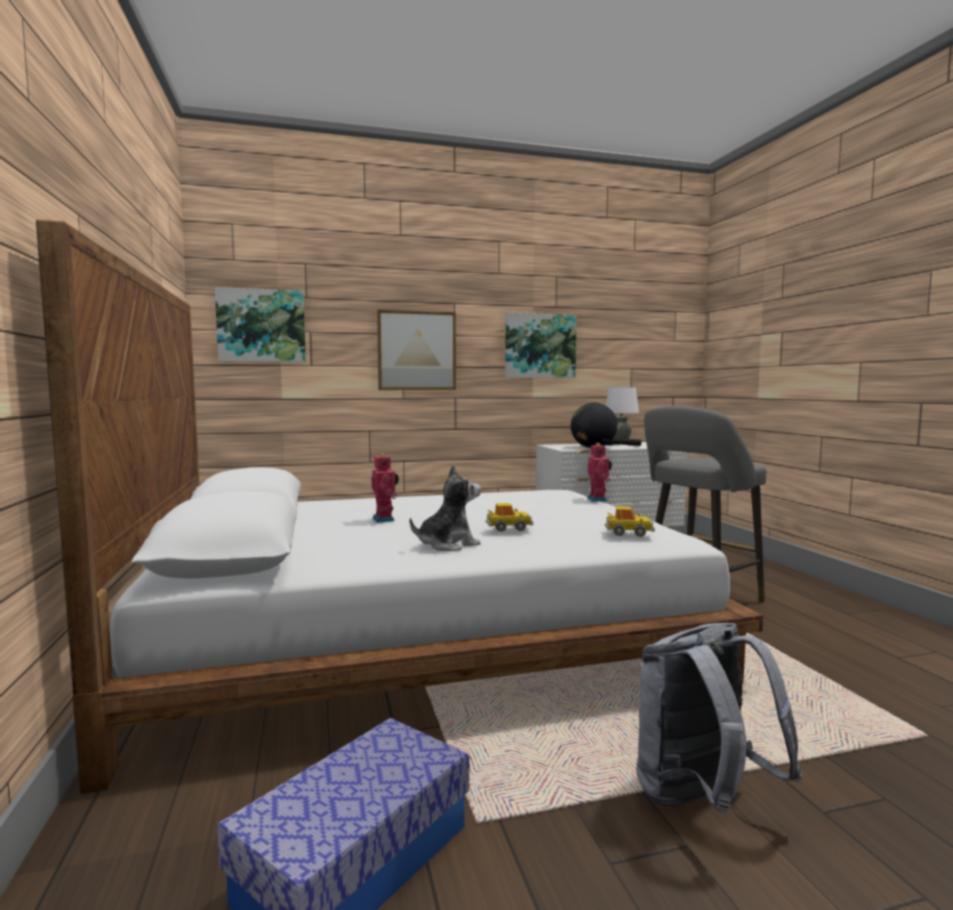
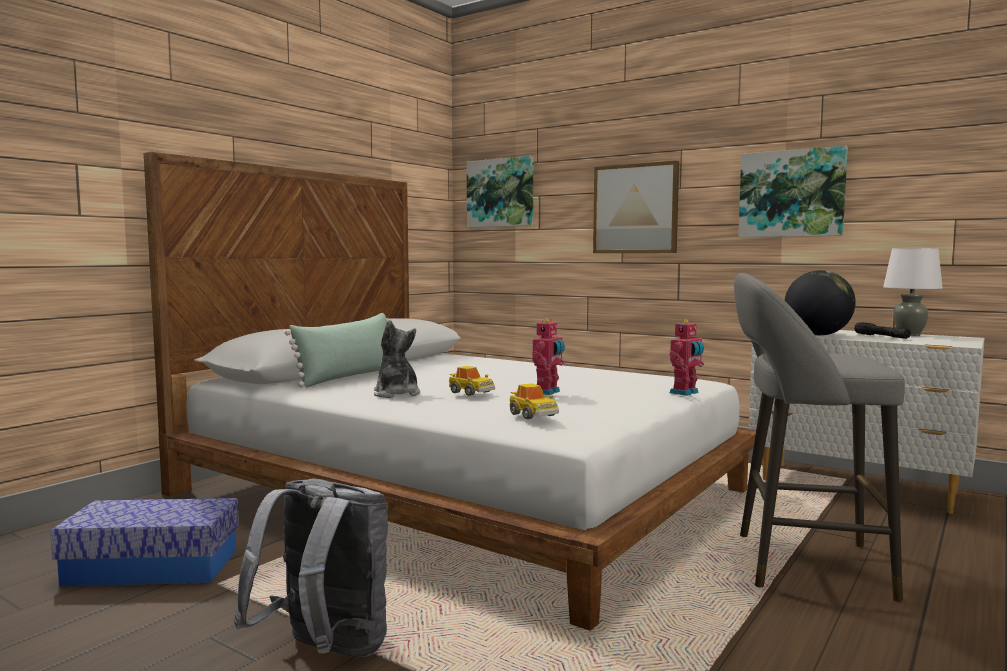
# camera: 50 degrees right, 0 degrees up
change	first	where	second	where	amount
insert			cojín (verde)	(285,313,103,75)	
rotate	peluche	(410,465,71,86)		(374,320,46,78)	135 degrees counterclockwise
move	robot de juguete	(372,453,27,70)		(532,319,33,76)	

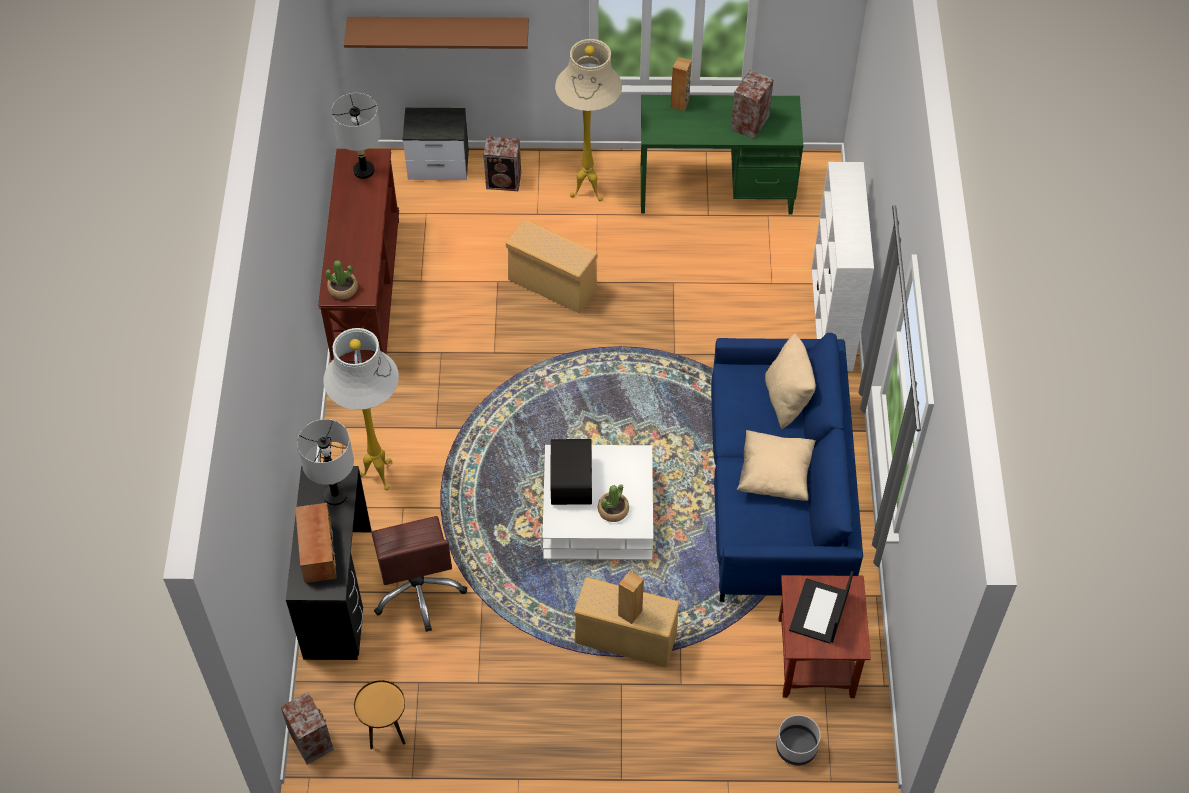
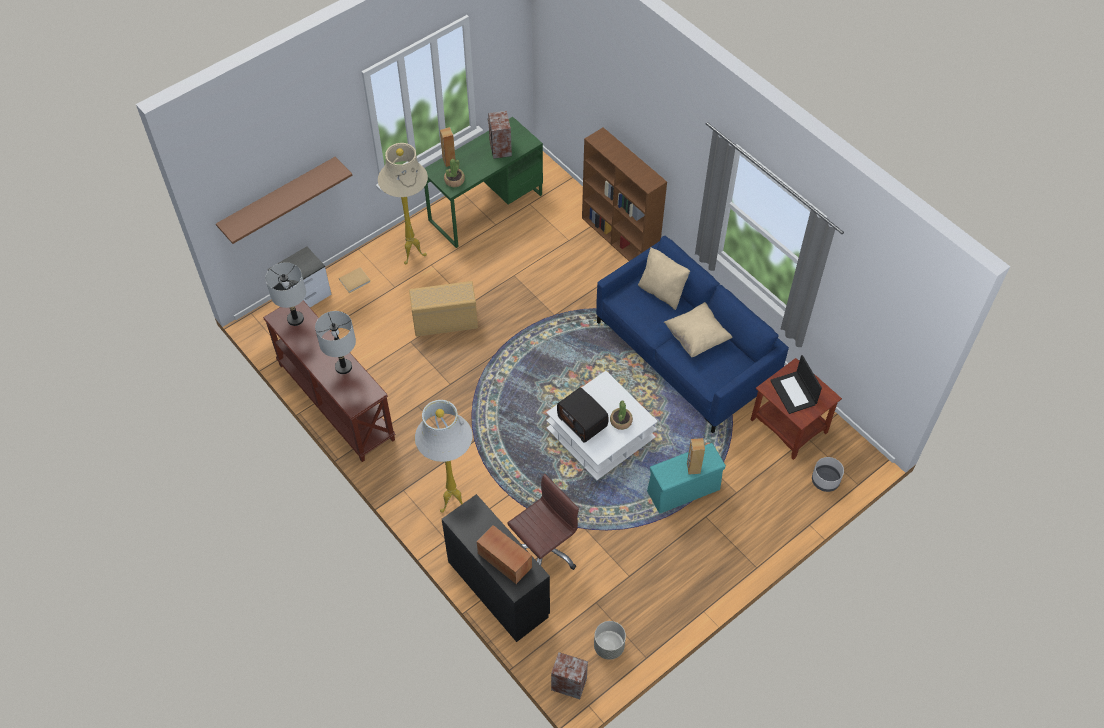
# camera: 40 degrees left, 0 degrees up
change	first	where	second	where	amount
move	lámpara de mesa (gris)	(297,419,57,87)		(315,311,41,63)	
replace	altavoz	(484,136,37,55)	libro (beis)	(339,267,31,26)	
move	planta en maceta	(325,260,33,40)		(444,159,21,28)	
rotate	silla de oficina (marrón)	(372,516,95,116)		(507,474,72,96)	75 degrees counterclockwise
recolor	estantería (blanco)	(811,162,63,209)	estantería (marrón)	(582,127,85,134)	
replace	mesa auxiliar (marrón)	(354,680,51,69)	maceta (gris)	(594,621,32,39)	
recolor	caja de almacenaje (beis)	(574,577,106,90)	caja de almacenaje (turquesa)	(647,443,79,71)	

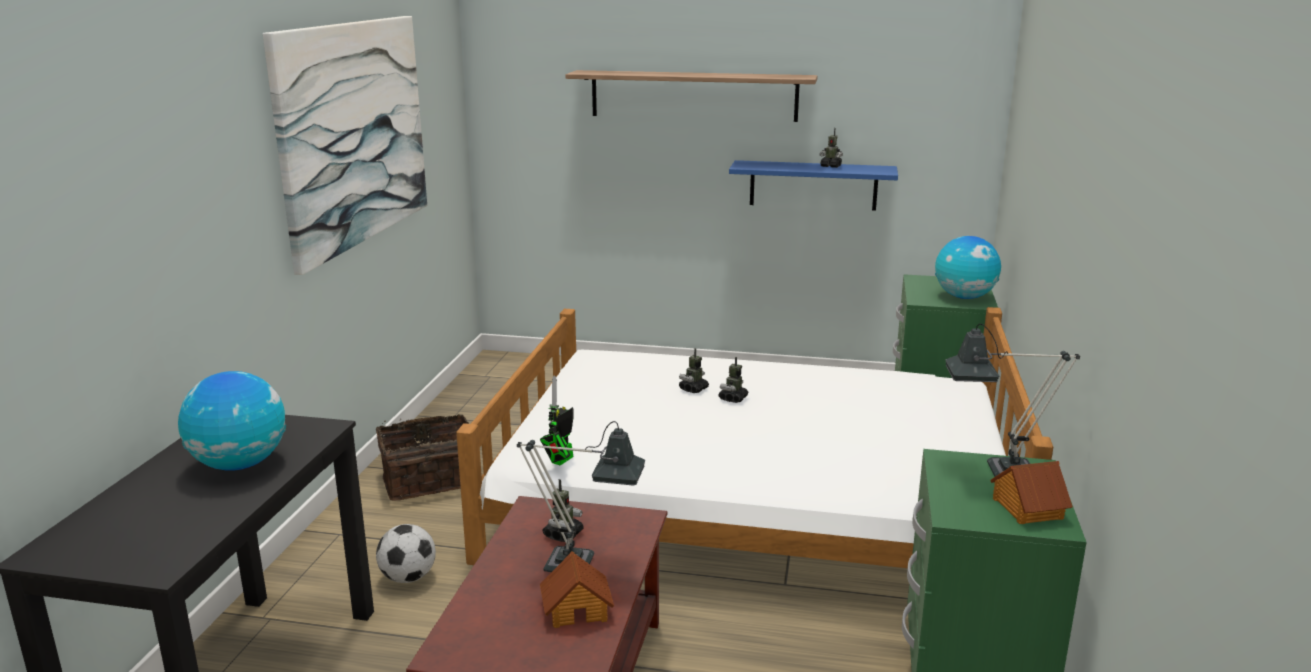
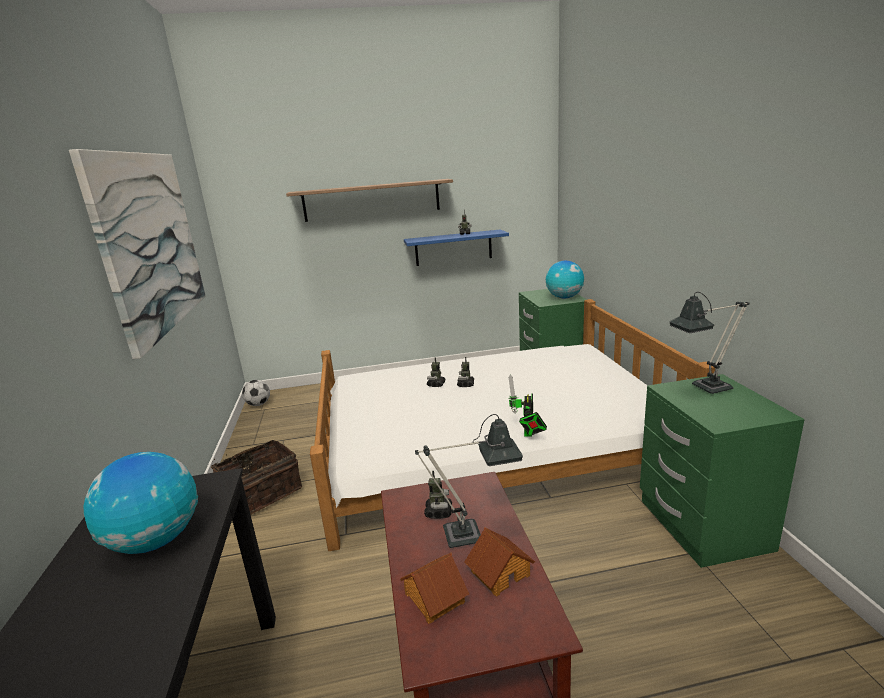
# camera: 20 degrees left, 0 degrees up
change	first	where	second	where	amount
move	balón de fútbol	(376,524,60,59)		(242,380,28,26)	
move	casita	(991,461,82,63)		(400,553,69,71)	
move	robot de juguete	(540,375,34,91)		(508,375,39,62)	

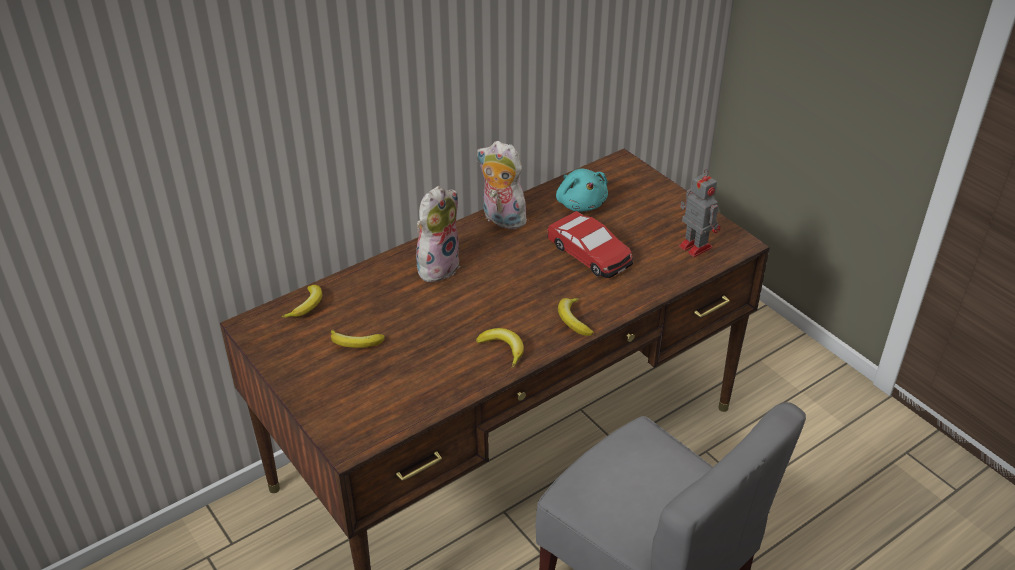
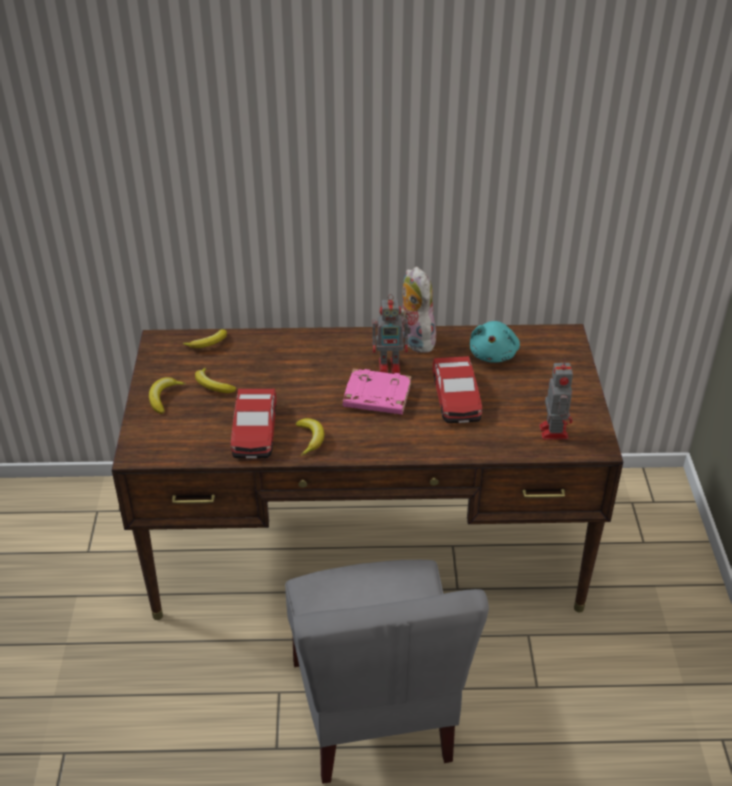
# camera: 35 degrees right, 0 degrees up
change	first	where	second	where	amount
move	plátano	(558,298,35,38)		(149,377,37,37)	
insert			coche de juguete	(231,389,45,69)	
insert			libro (rosa)	(343,369,69,46)	
insert			robot de juguete	(372,294,39,80)	
delete	peluche	(416,186,44,96)			

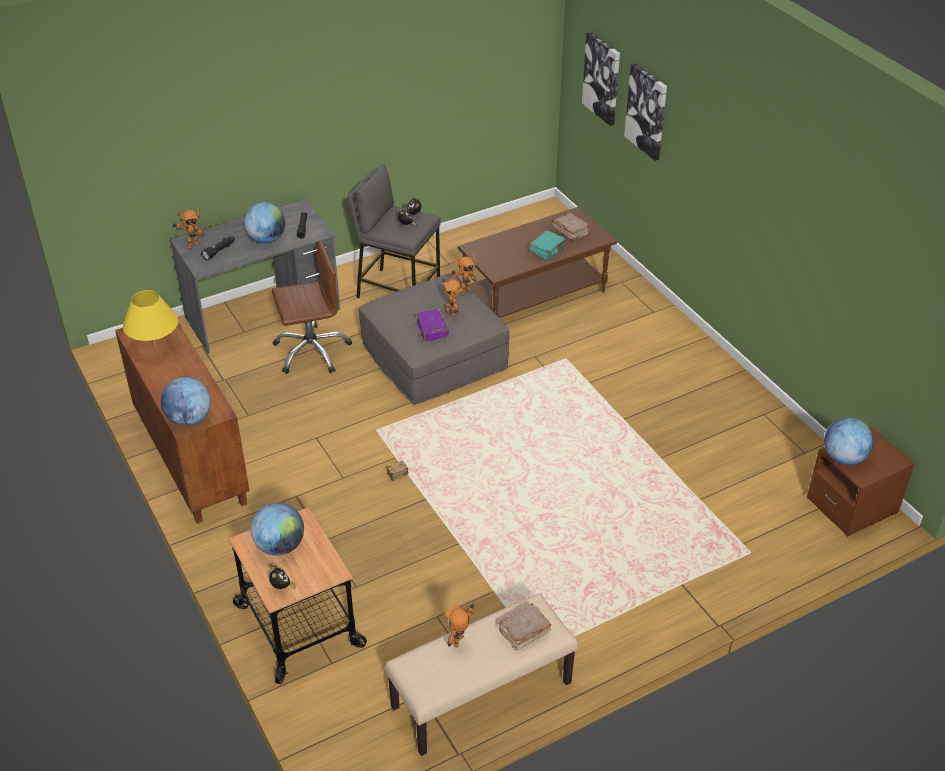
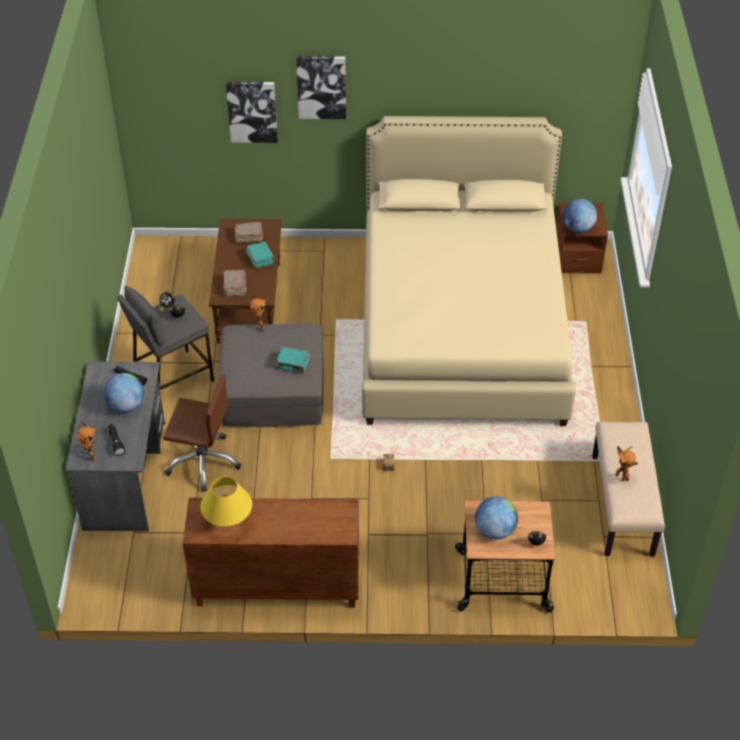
# camera: 60 degrees left, 5 degrees up
change	first	where	second	where	amount
rotate	silla de oficina (marrón)	(272,240,80,134)		(163,375,78,117)	90 degrees clockwise
move	libro (marrón)	(498,603,53,47)		(223,270,23,27)	
recolor	libro (morado)	(416,309,33,32)	libro (turquesa)	(276,347,34,27)	
move	cuadro	(582,32,38,94)		(296,56,50,63)	
insert			cama (beis)	(362,116,214,310)	
delete	globo terráqueo	(161,377,50,49)			
delete	robot de juguete	(442,275,22,41)			

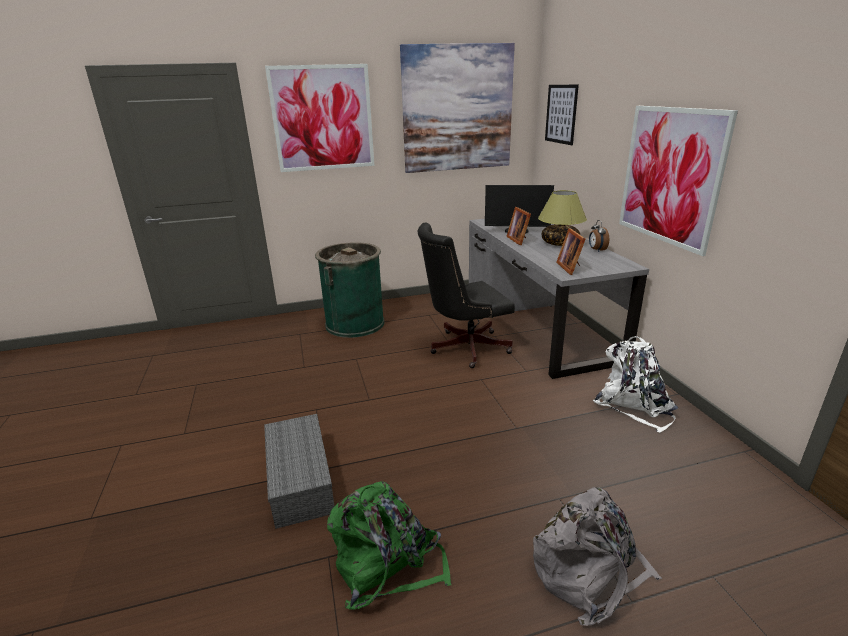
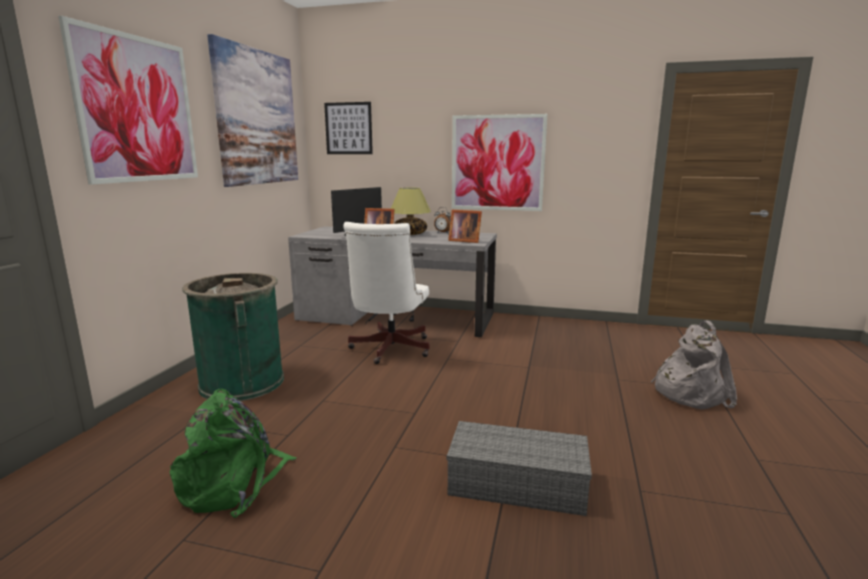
# camera: 60 degrees left, 10 degrees down
change	first	where	second	where	amount
move	mochila (verde)	(327,481,124,129)		(169,389,128,129)	
recolor	silla de oficina (negro)	(417,223,98,145)	silla de oficina (blanco)	(343,222,87,142)	
delete	mochila (blanco)	(593,336,85,97)			

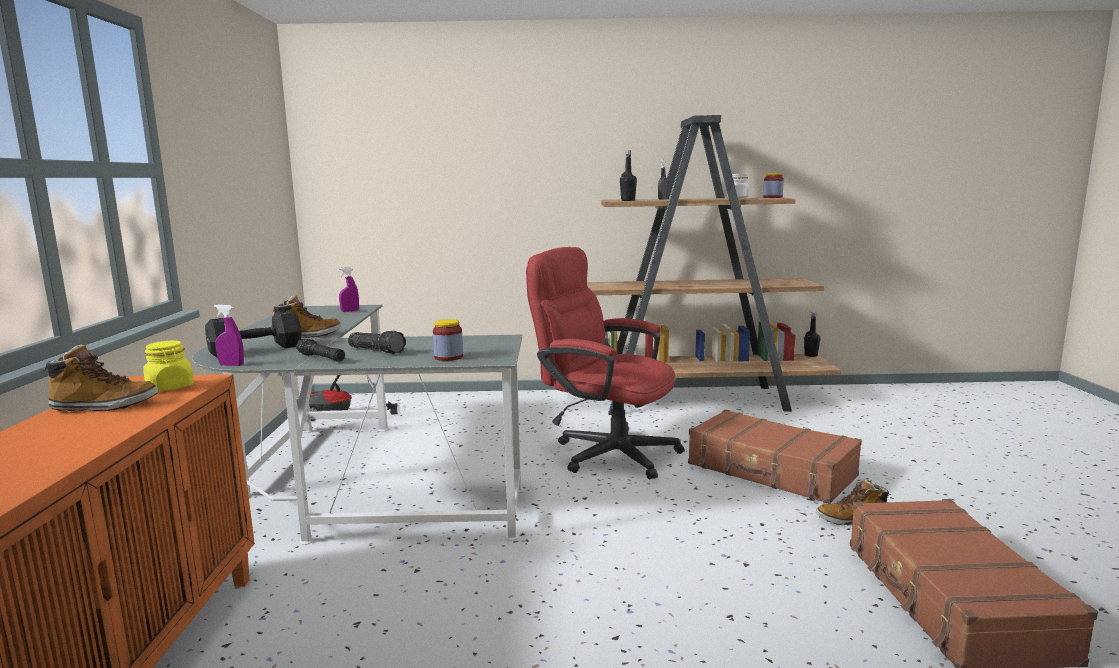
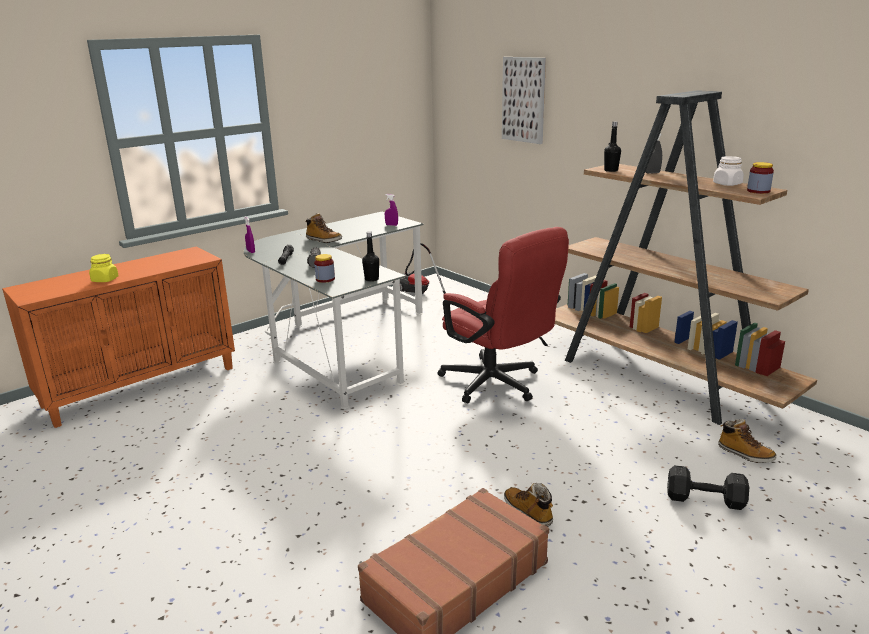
# camera: 50 degrees right, 10 degrees up
change	first	where	second	where	amount
move	tarro (amarillo)	(143,341,51,50)		(89,254,30,28)	
move	botella (negro)	(804,312,16,45)		(362,231,17,51)	
rotate	silla de oficina (rojo)	(526,247,159,233)		(438,227,131,176)	150 degrees clockwise
insert			cuadro	(502,57,44,87)	
move	mancuerna (negro)	(205,310,97,48)		(667,465,82,45)	
move	bota	(43,345,115,66)		(718,419,59,44)	
delete	maleta (marrón)	(688,409,174,95)			

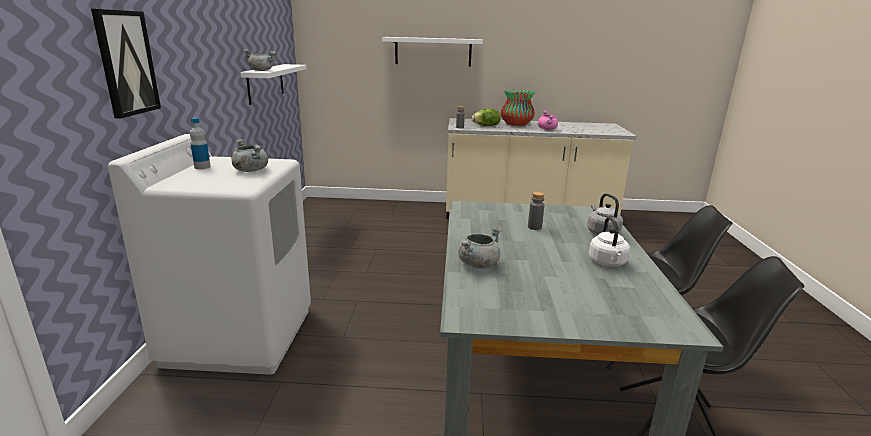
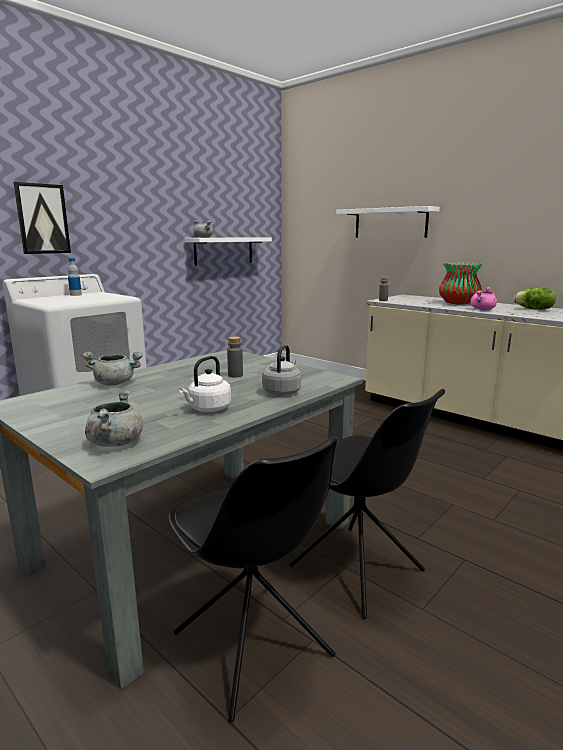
# camera: 40 degrees right, 5 degrees down
change	first	where	second	where	amount
move	olla (gris)	(231,139,37,33)		(85,390,58,57)	
move	lechuga	(472,109,29,17)		(513,287,43,23)	

